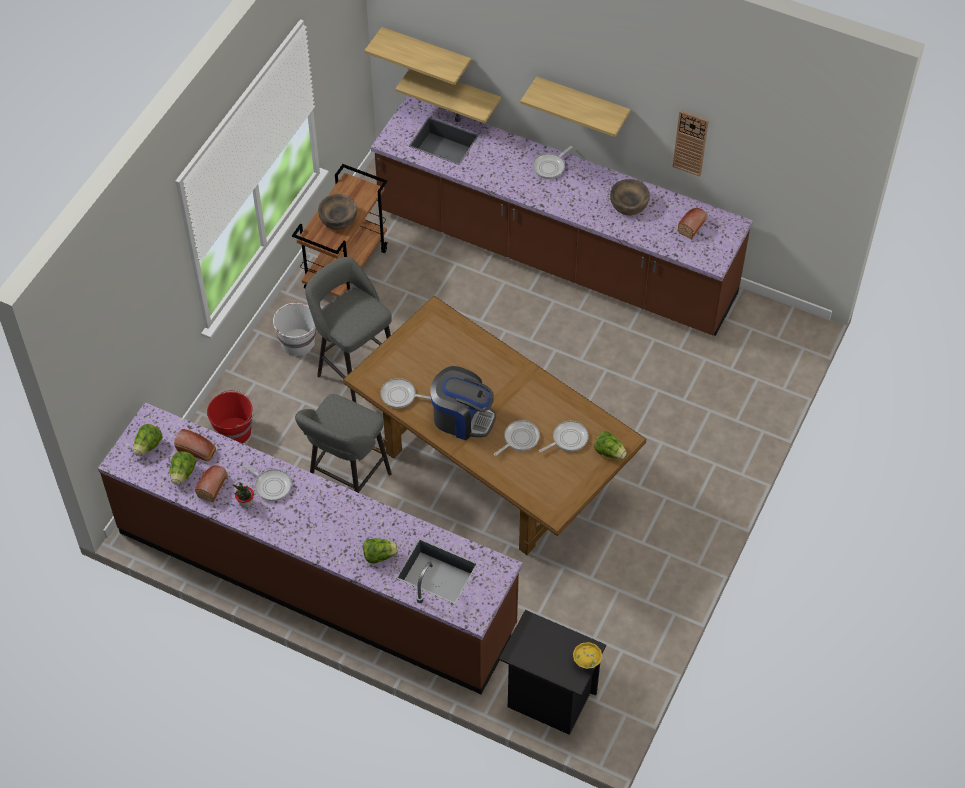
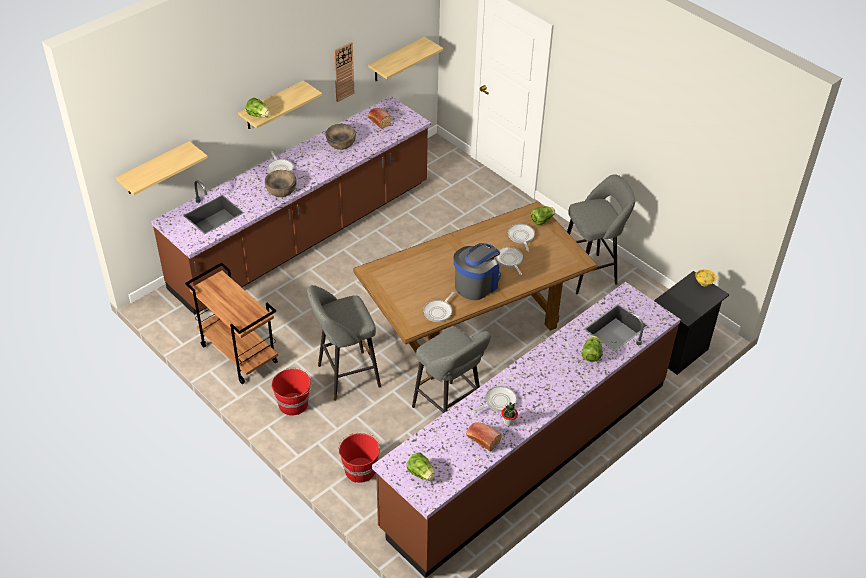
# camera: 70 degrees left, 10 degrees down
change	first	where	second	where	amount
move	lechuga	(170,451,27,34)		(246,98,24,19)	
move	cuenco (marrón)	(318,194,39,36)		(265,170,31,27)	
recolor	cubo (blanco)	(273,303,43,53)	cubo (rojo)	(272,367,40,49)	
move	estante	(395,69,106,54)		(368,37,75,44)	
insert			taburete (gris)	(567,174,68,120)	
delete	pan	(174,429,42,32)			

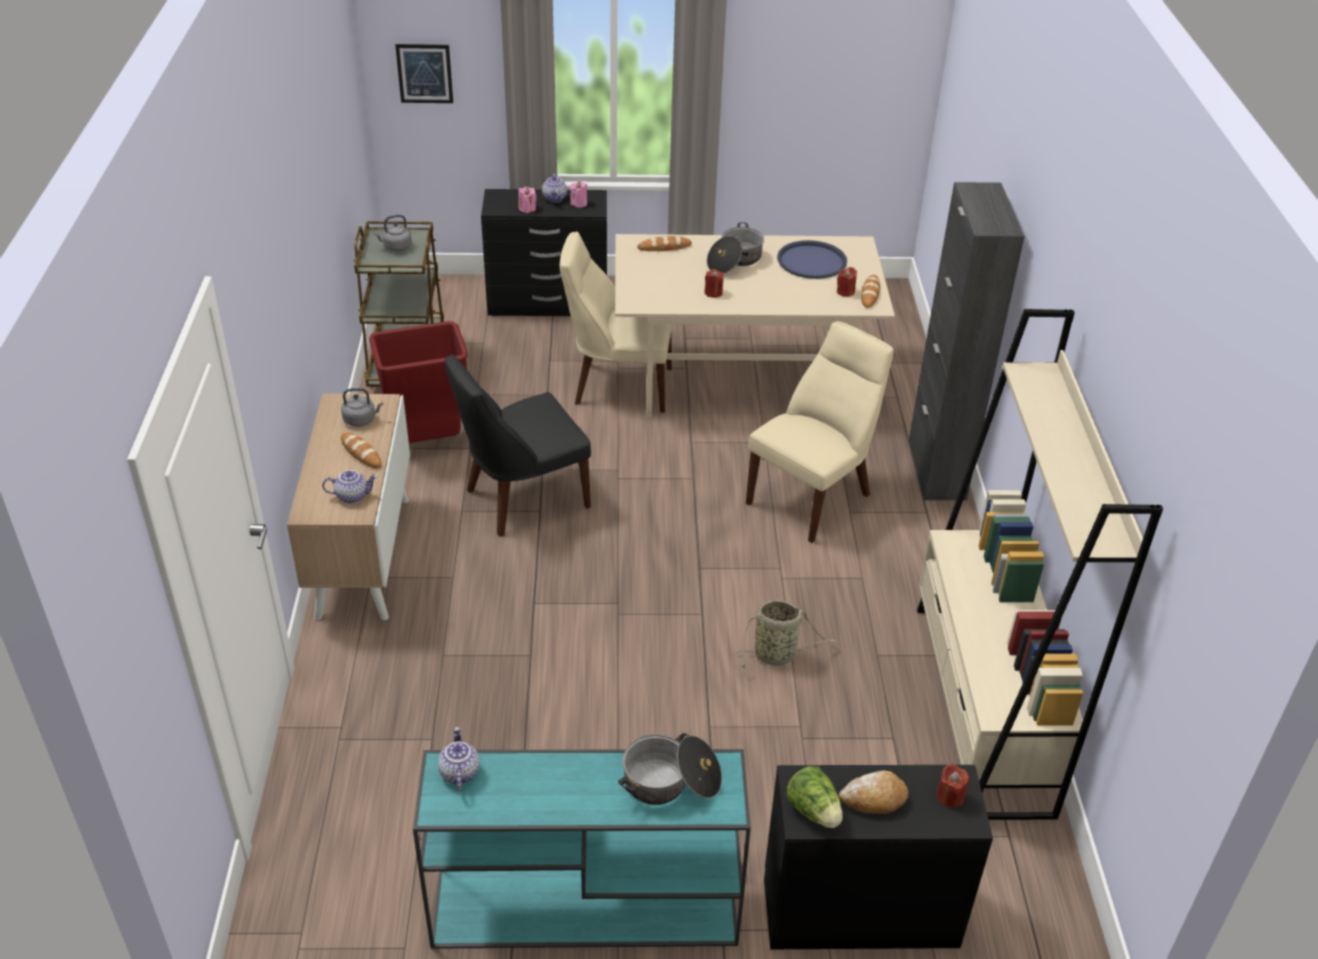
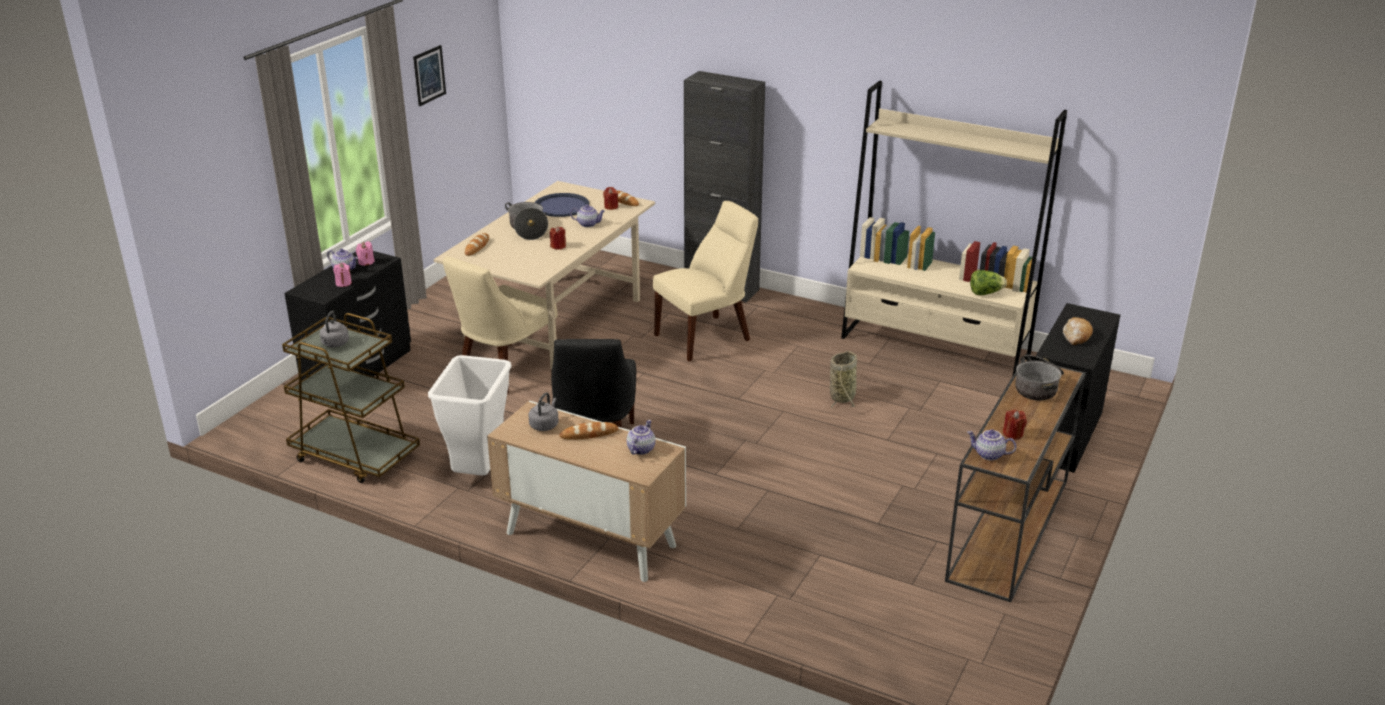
# camera: 60 degrees left, 10 degrees down
change	first	where	second	where	amount
move	cuadro	(395,44,58,59)		(413,45,33,61)	
recolor	papelera (rojo)	(369,321,99,122)	papelera (blanco)	(428,355,83,121)	
insert			tetera	(570,205,35,22)	
rotate	silla (beis)	(746,321,148,222)		(653,201,105,161)	75 degrees clockwise
recolor	mesa consola (turquesa)	(413,749,338,200)	mesa consola (marrón)	(945,358,141,244)	
move	lechuga	(787,766,56,62)		(970,270,37,25)	
move	vela (rojo)	(936,763,33,45)		(1003,409,24,30)	

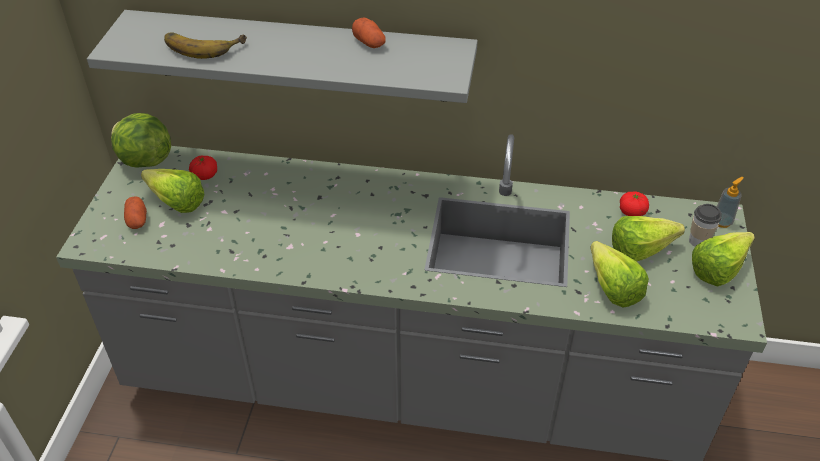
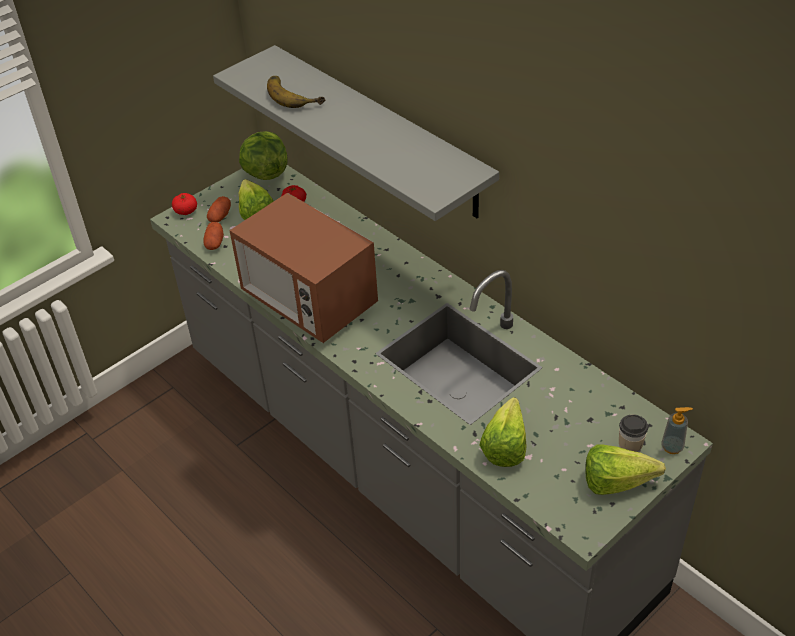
# camera: 40 degrees right, 0 degrees up
change	first	where	second	where	amount
move	tomate	(620,191,29,25)		(172,193,25,22)	
move	patata	(352,17,33,31)		(203,222,21,28)	
insert			microondas	(229,193,149,150)	
delete	lechuga	(612,216,73,46)			

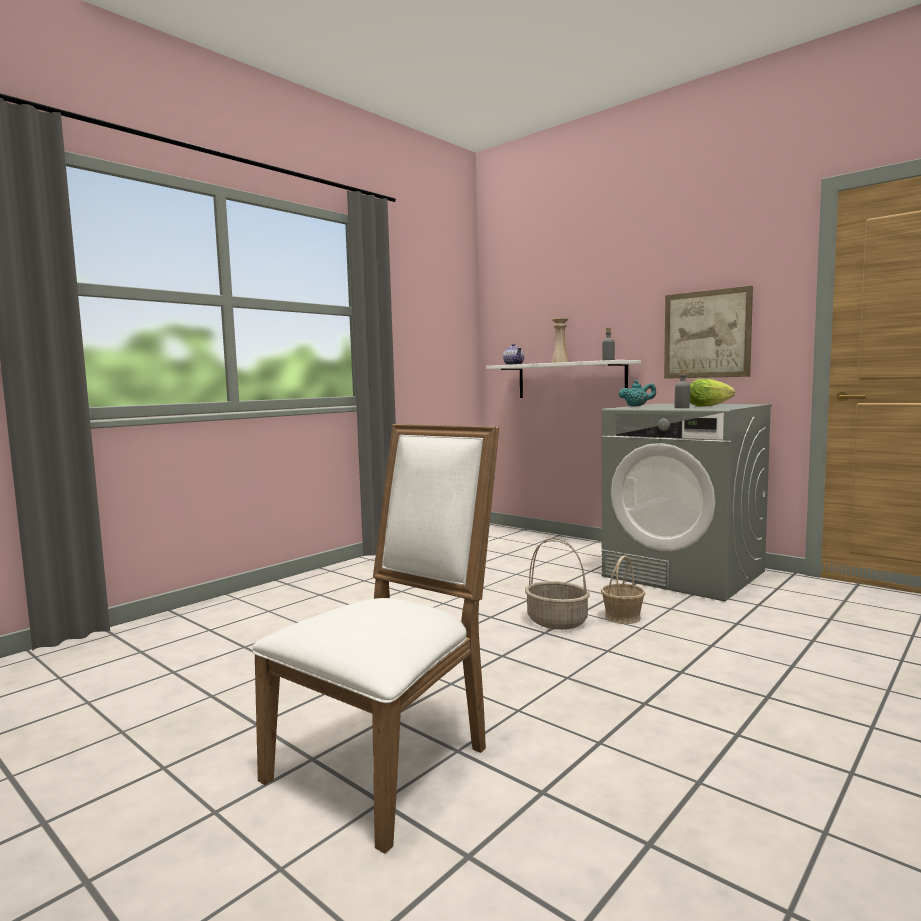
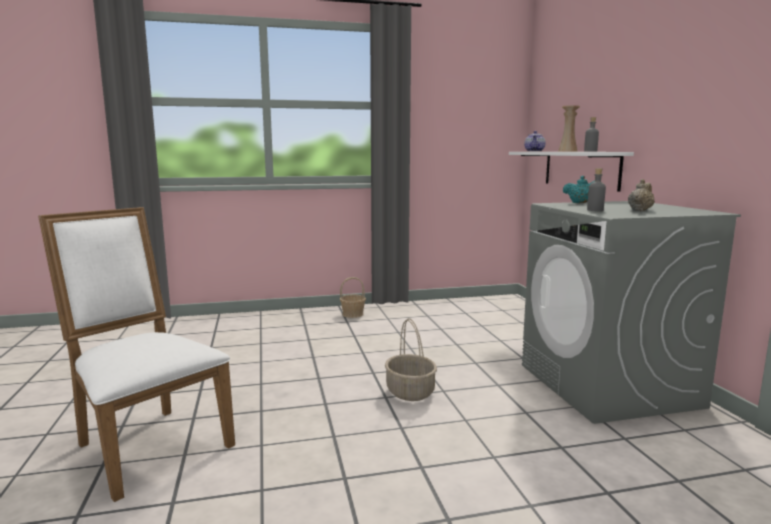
# camera: 35 degrees right, 5 degrees up
change	first	where	second	where	amount
rotate	silla (blanco)	(253,424,246,430)		(38,207,197,295)	120 degrees counterclockwise
move	cesta	(601,555,44,69)		(340,277,26,41)	
replace	lechuga	(690,379,45,28)	tetera (beis)	(628,179,27,32)	
delete	cuadro	(664,286,89,93)			

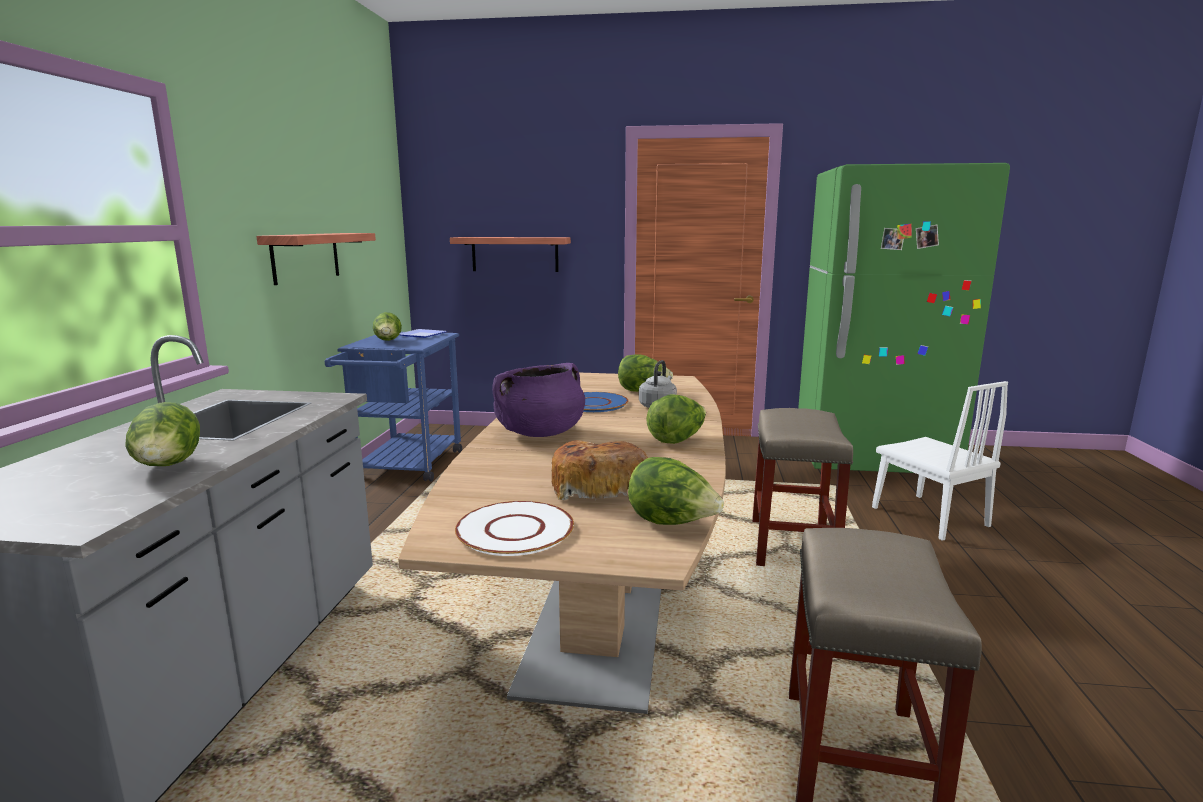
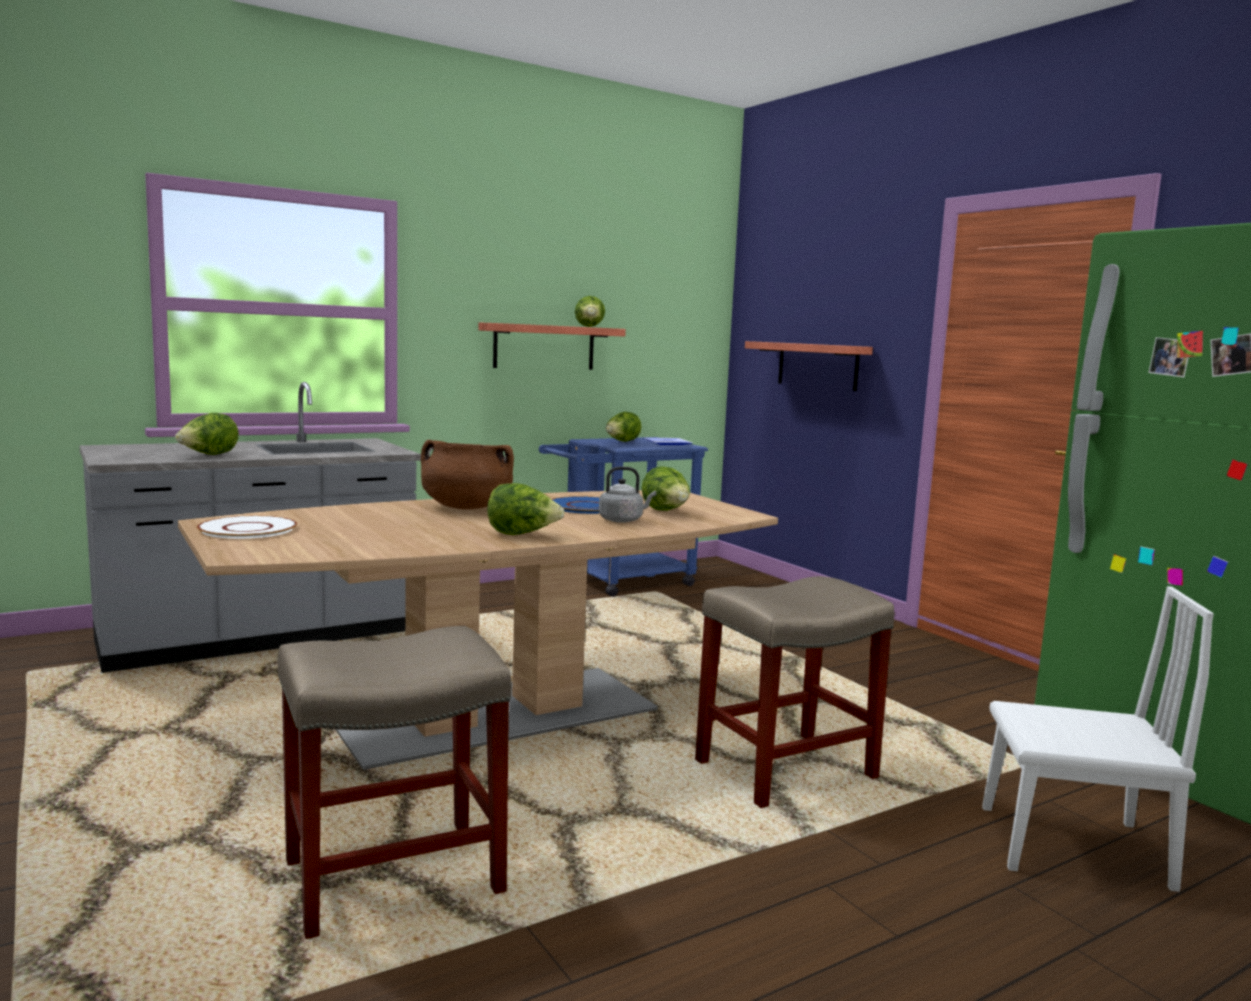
# camera: 50 degrees right, 5 degrees down
change	first	where	second	where	amount
recolor	olla (morado)	(492,363,93,74)	olla (marrón)	(421,440,93,70)	
move	lechuga	(628,457,96,68)		(575,296,30,31)	
rotate	silla (blanco)	(872,381,136,160)		(982,586,232,306)	105 degrees counterclockwise
delete	pan	(552,440,96,61)			

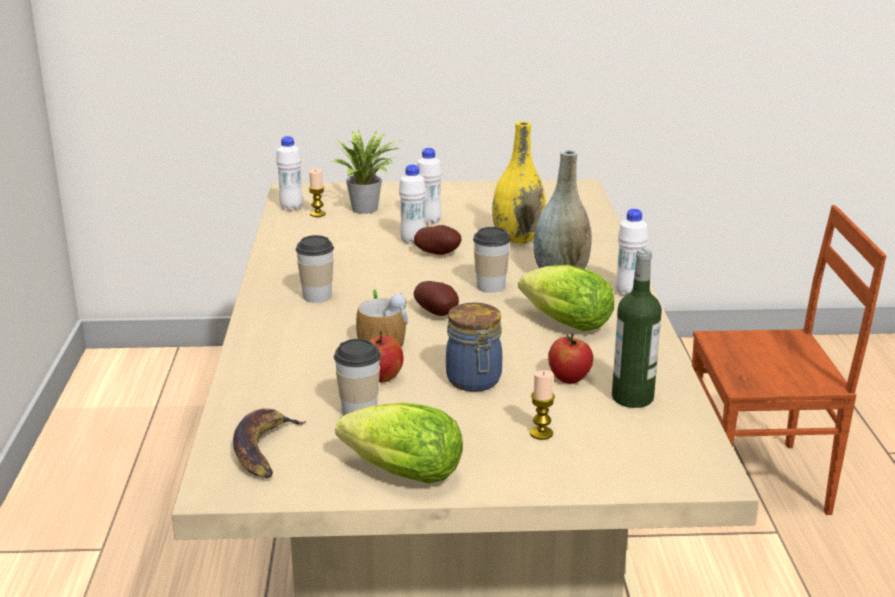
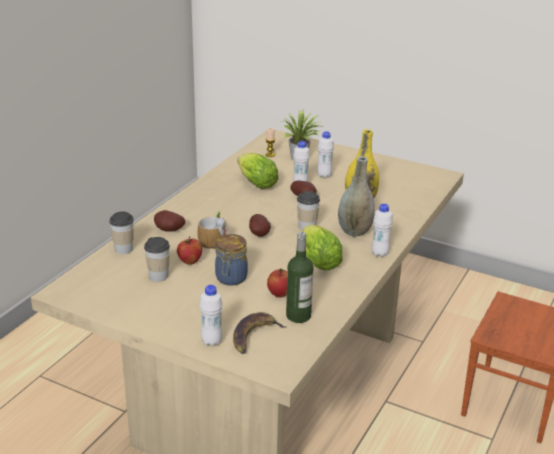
# camera: 30 degrees right, 5 degrees up
change	first	where	second	where	amount
move	taza	(296,235,38,68)		(109,212,25,42)	
insert			patata	(154,210,31,22)	
move	botella (blanco)	(276,136,27,75)		(199,285,23,61)	
move	plátano	(233,408,73,70)		(233,312,54,42)	
move	lechuga	(335,402,128,82)		(237,153,41,36)	
delete	vela	(530,370,25,70)			

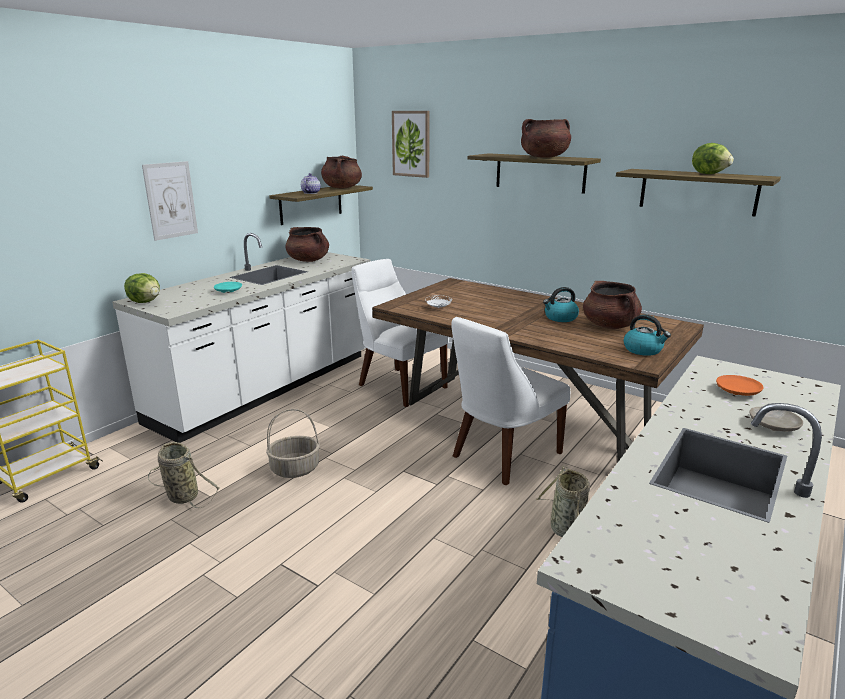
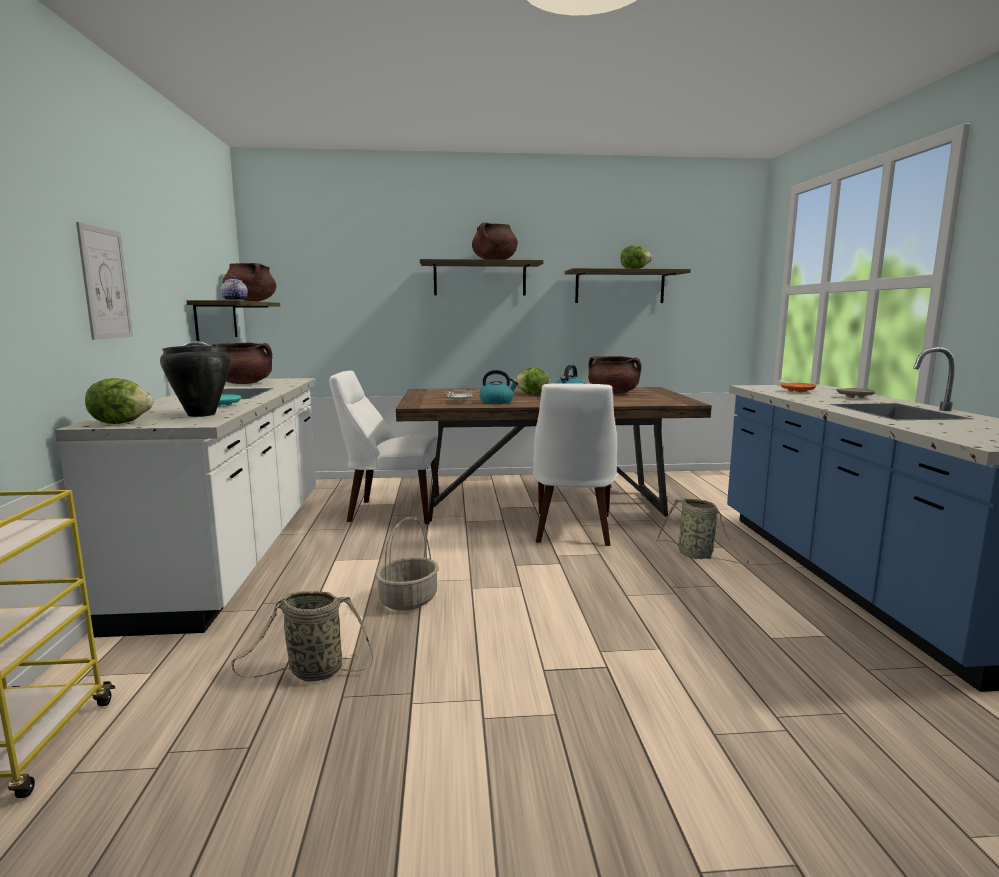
# camera: 40 degrees left, 10 degrees down
change	first	where	second	where	amount
insert			olla (negro)	(160,346,71,71)	
move	hervidor	(624,315,47,41)		(479,370,40,34)	
insert			lechuga	(514,368,35,26)	
delete	cuadro	(392,111,38,67)			

